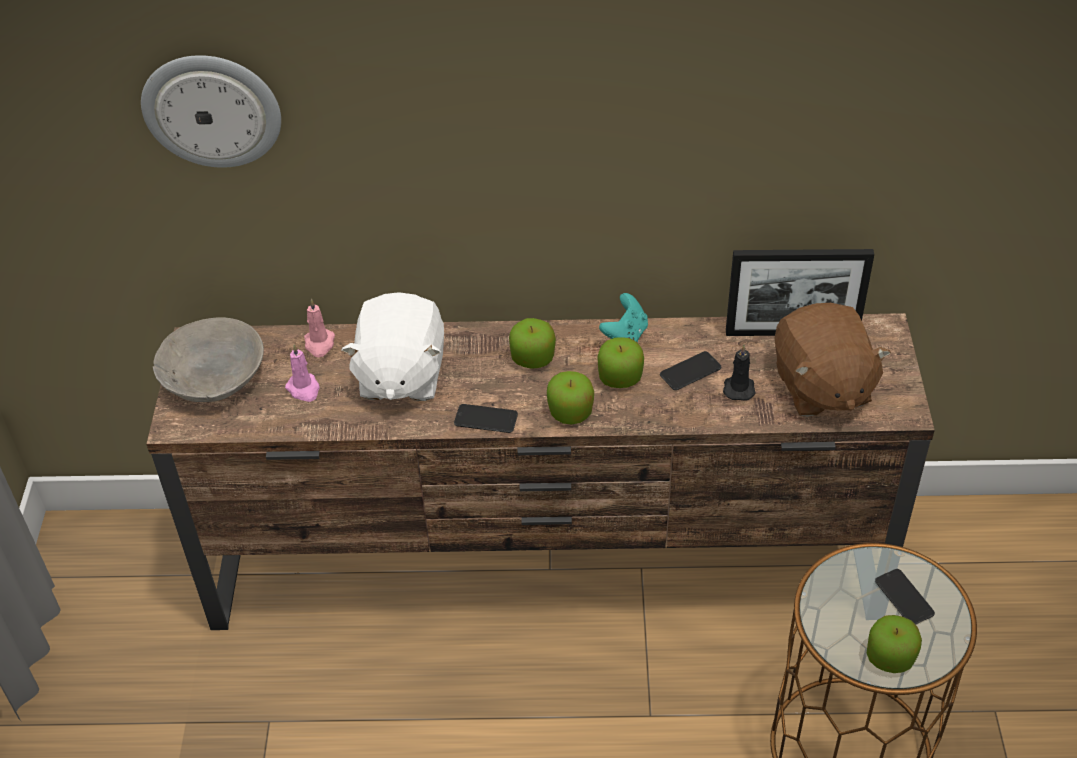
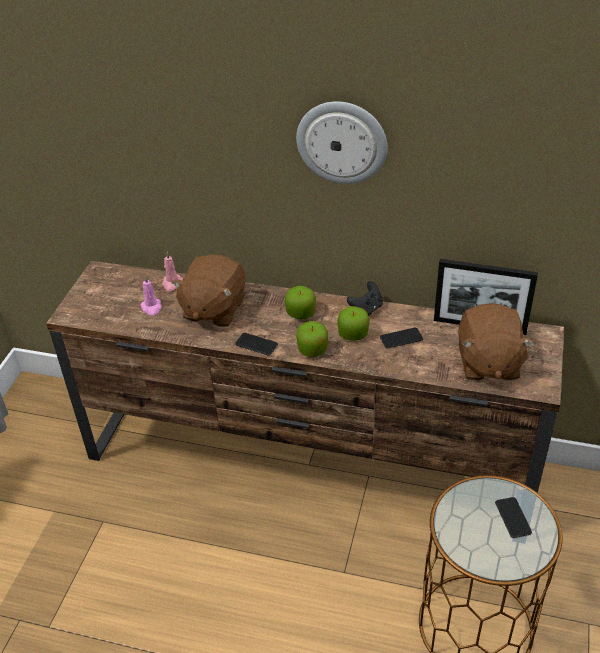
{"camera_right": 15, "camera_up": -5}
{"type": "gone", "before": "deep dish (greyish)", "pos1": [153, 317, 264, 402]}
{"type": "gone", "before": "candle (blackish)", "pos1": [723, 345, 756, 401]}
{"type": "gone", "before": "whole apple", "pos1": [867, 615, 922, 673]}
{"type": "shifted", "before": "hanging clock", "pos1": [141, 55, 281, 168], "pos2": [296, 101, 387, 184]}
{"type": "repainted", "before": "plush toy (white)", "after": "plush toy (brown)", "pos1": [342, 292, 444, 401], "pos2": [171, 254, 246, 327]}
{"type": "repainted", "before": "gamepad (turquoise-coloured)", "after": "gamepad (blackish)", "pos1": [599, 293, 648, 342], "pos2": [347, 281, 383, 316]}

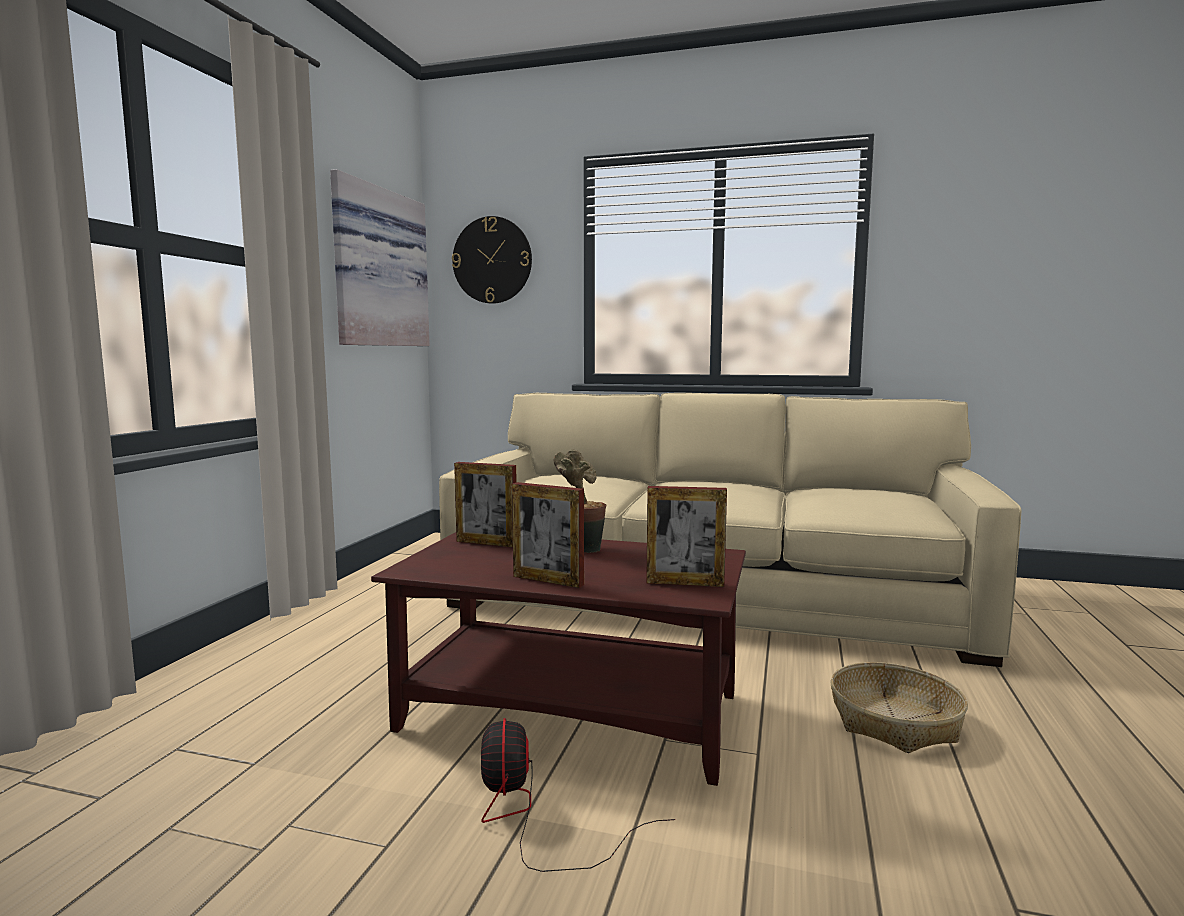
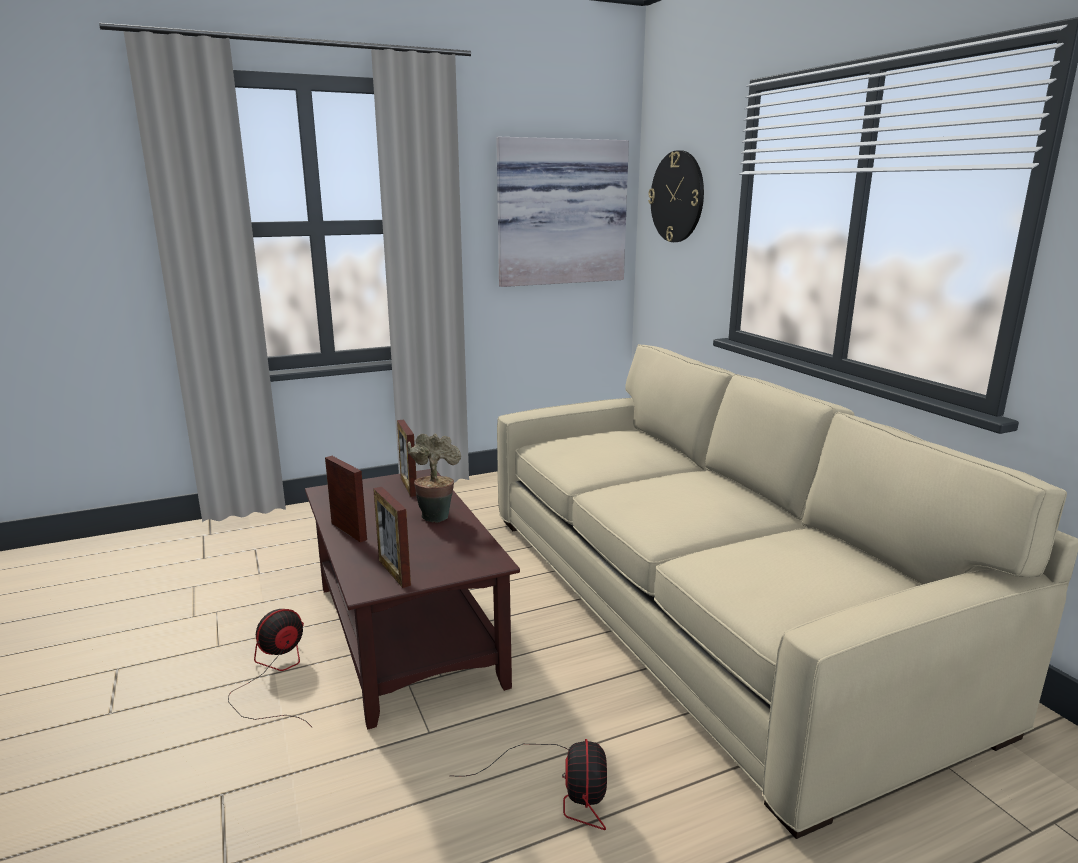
{"camera_right": 50, "camera_up": 10}
{"type": "swapped", "before": "storage basket", "after": "cooling fan", "pos1": [831, 662, 968, 753], "pos2": [461, 739, 607, 830]}
{"type": "rotated", "before": "standing frame", "pos1": [512, 482, 584, 588], "pos2": [325, 456, 367, 542], "turn": 150}

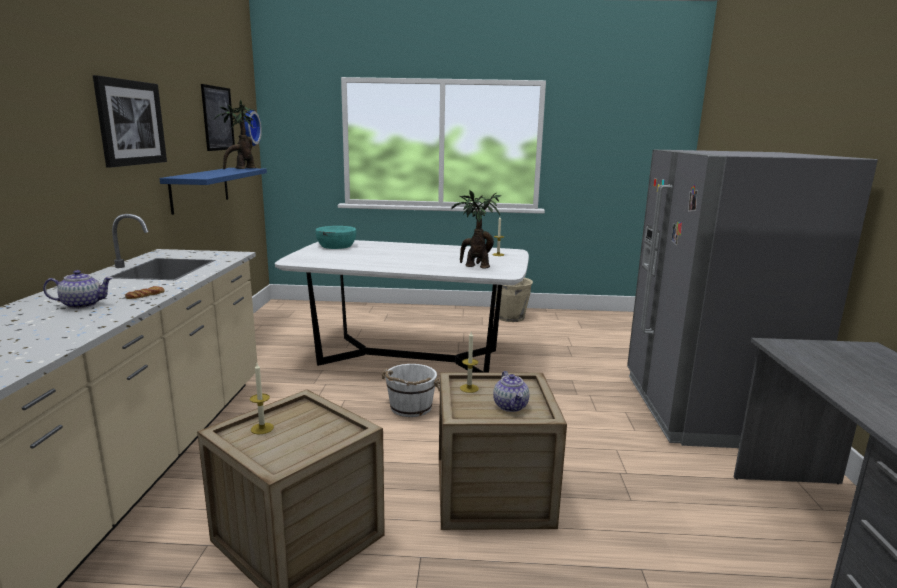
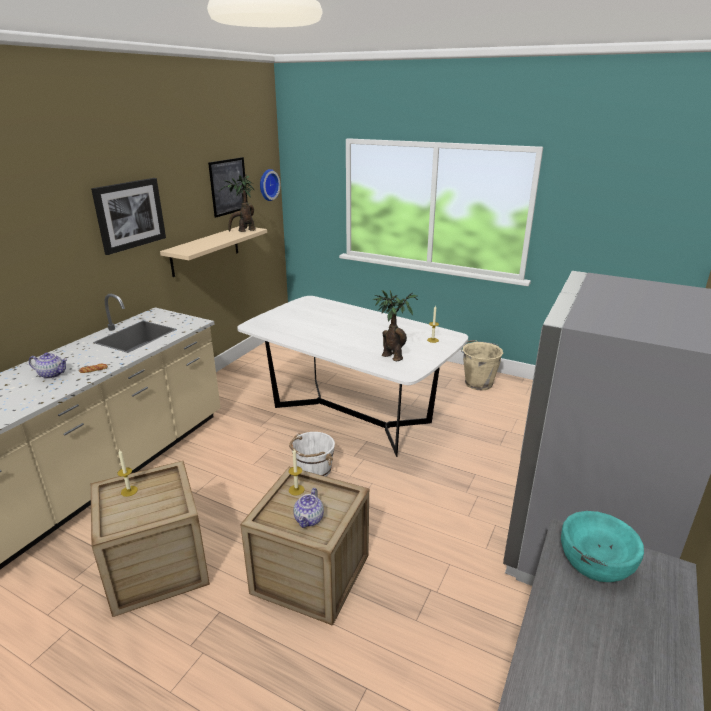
{"camera_right": 25, "camera_up": 10}
{"type": "shifted", "before": "deep dish (turquoise-coloured)", "pos1": [315, 226, 356, 249], "pos2": [561, 511, 644, 582]}
{"type": "repainted", "before": "shelf (blue-coloured)", "after": "shelf (beige-coloured)", "pos1": [159, 168, 267, 215], "pos2": [160, 226, 267, 277]}

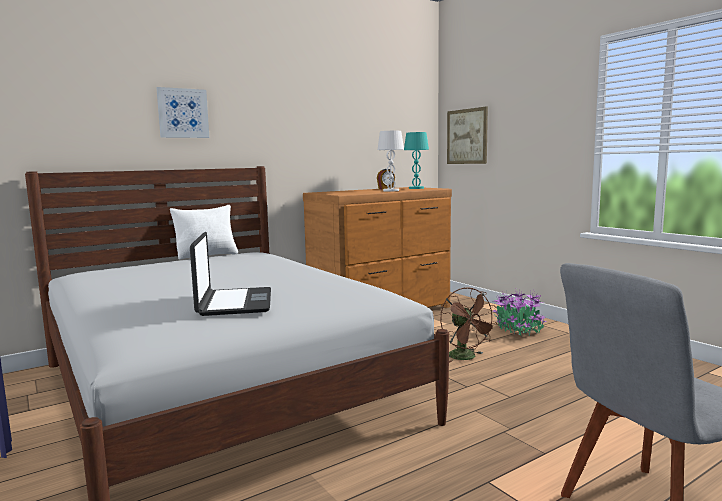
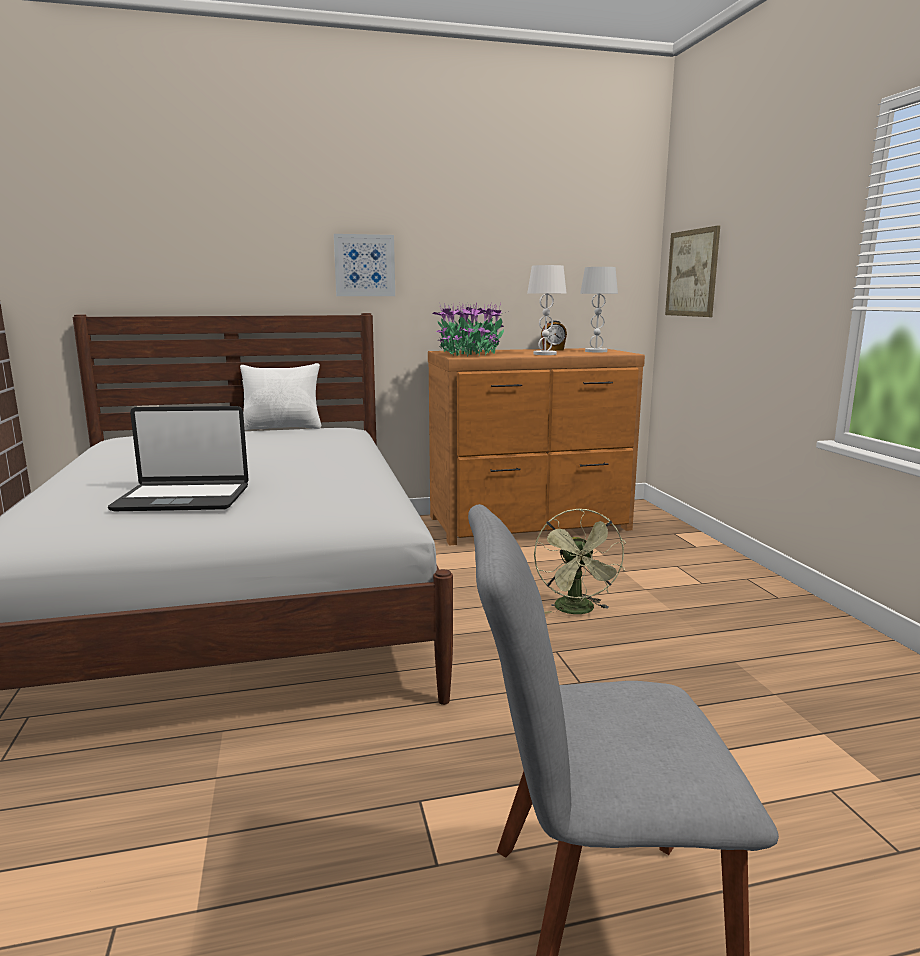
{"camera_right": 20, "camera_up": 5}
{"type": "shifted", "before": "wall art", "pos1": [156, 87, 209, 138], "pos2": [334, 234, 395, 296]}
{"type": "shifted", "before": "plant in a pot", "pos1": [493, 290, 547, 335], "pos2": [432, 302, 505, 356]}
{"type": "repainted", "before": "table lamp (turquoise-coloured)", "after": "table lamp (white)", "pos1": [404, 132, 429, 189], "pos2": [580, 267, 618, 353]}
{"type": "repainted", "before": "cooling fan (brown)", "after": "cooling fan (green-coloured)", "pos1": [440, 287, 498, 363], "pos2": [534, 508, 626, 614]}
{"type": "rotated", "before": "notebook computer", "pos1": [190, 232, 271, 316], "pos2": [108, 406, 249, 511], "turn": 75}

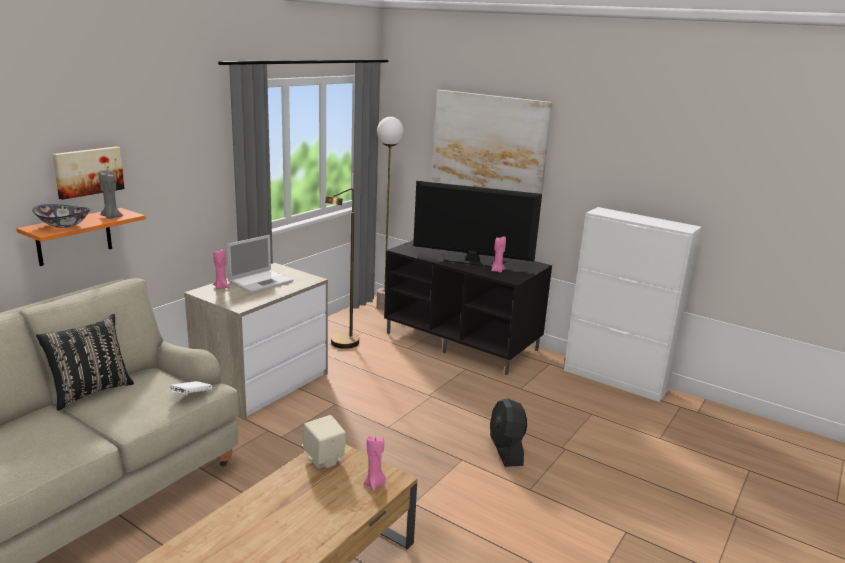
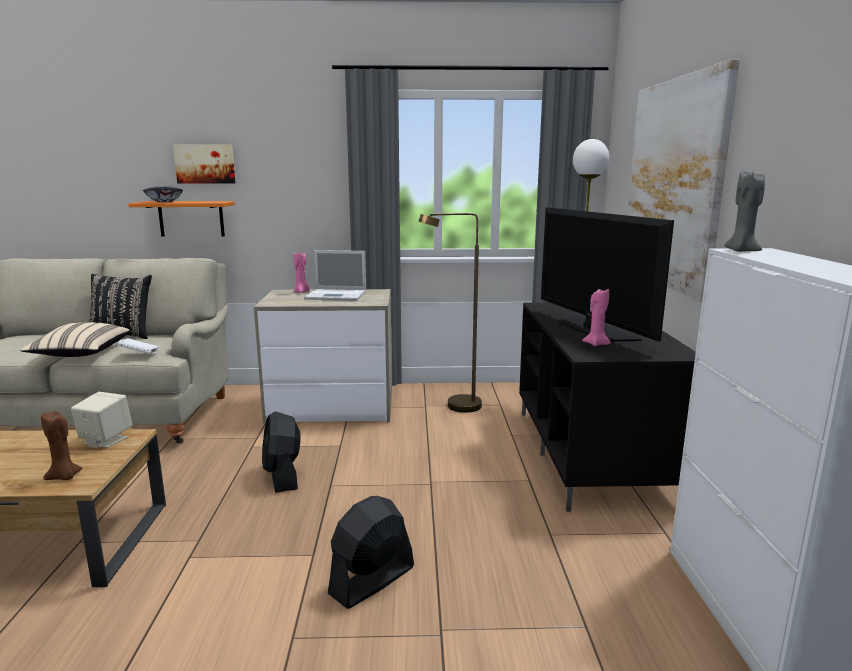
{"camera_right": 55, "camera_up": -5}
{"type": "new", "after": "throw pillow (beige-coloured)", "pos2": [20, 322, 130, 357]}
{"type": "new", "after": "cooling fan (blackish)", "pos2": [262, 411, 301, 493]}
{"type": "shifted", "before": "candle (greyish)", "pos1": [99, 170, 123, 219], "pos2": [724, 169, 765, 252]}
{"type": "repainted", "before": "candle (pink)", "after": "candle (brown)", "pos1": [364, 436, 386, 491], "pos2": [41, 411, 82, 480]}

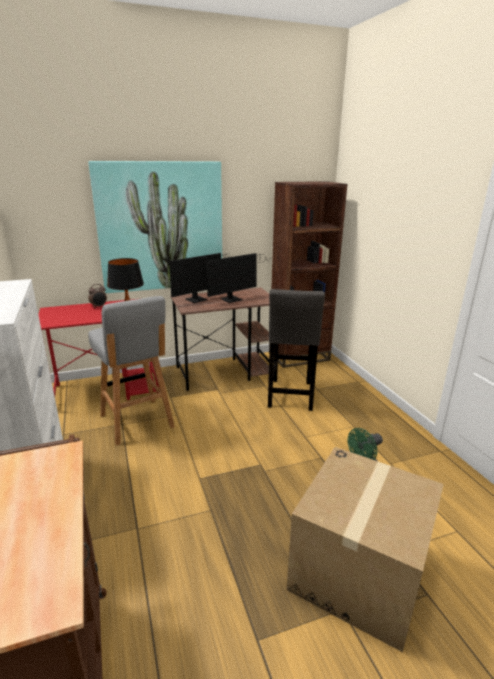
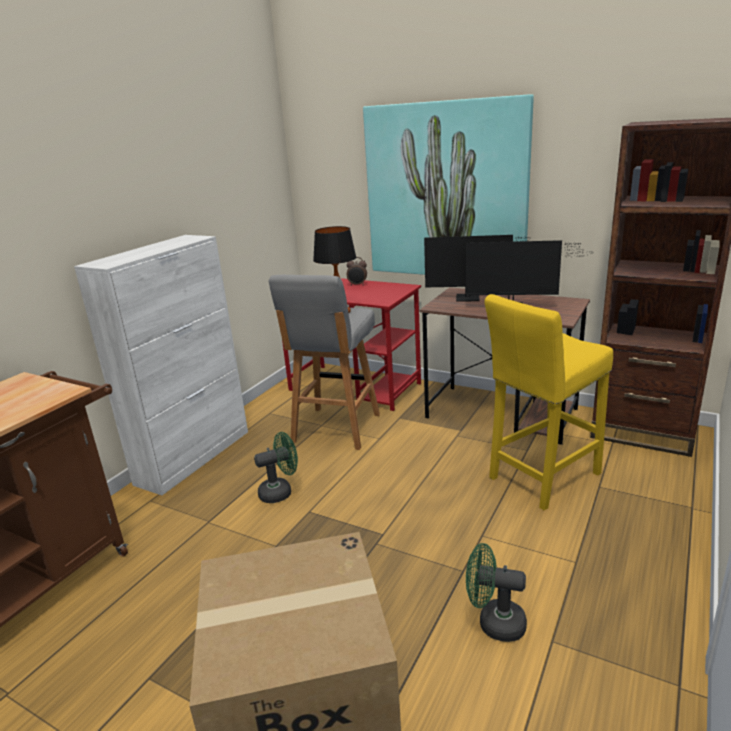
{"camera_right": 50, "camera_up": 0}
{"type": "new", "after": "cooling fan (green-coloured)", "pos2": [254, 432, 298, 503]}
{"type": "repainted", "before": "sitting stool (greyish)", "after": "sitting stool (yellow)", "pos1": [268, 289, 325, 411], "pos2": [485, 294, 613, 511]}

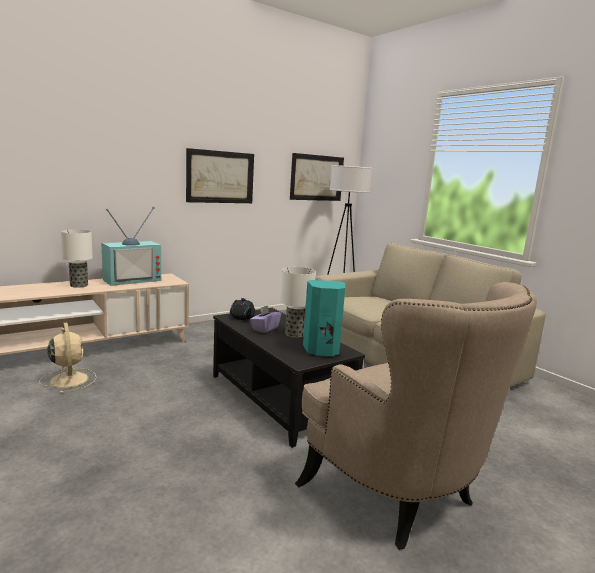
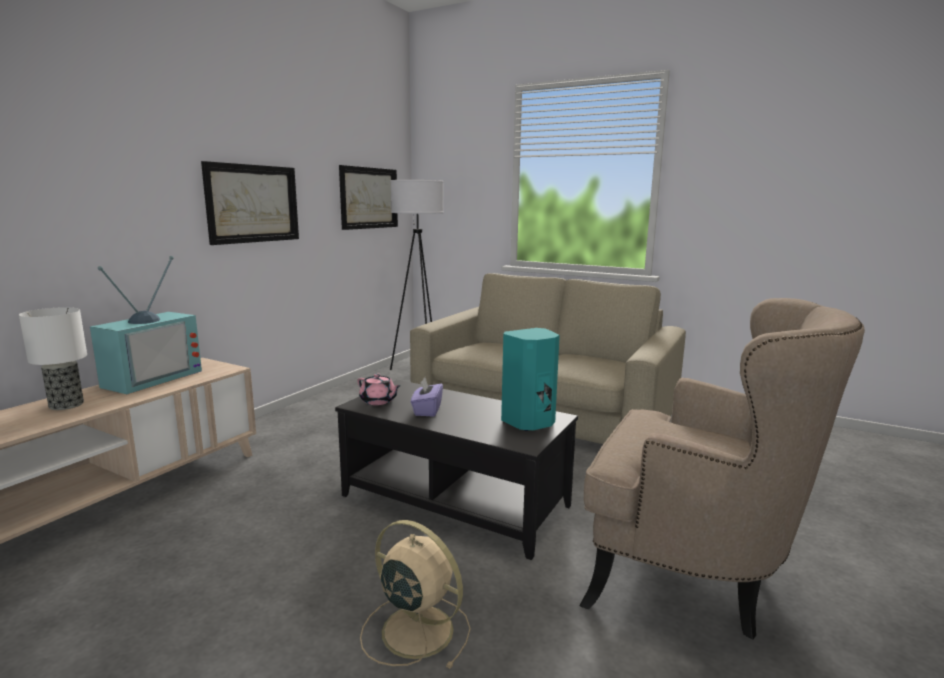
{"camera_right": -25, "camera_up": 0}
{"type": "gone", "before": "table lamp", "pos1": [281, 267, 316, 338]}
{"type": "shifted", "before": "cooling fan (beige-coloured)", "pos1": [39, 323, 97, 393], "pos2": [360, 520, 471, 669]}
{"type": "repainted", "before": "tea pot (blackish)", "after": "tea pot (pink)", "pos1": [230, 298, 255, 320], "pos2": [357, 374, 401, 405]}

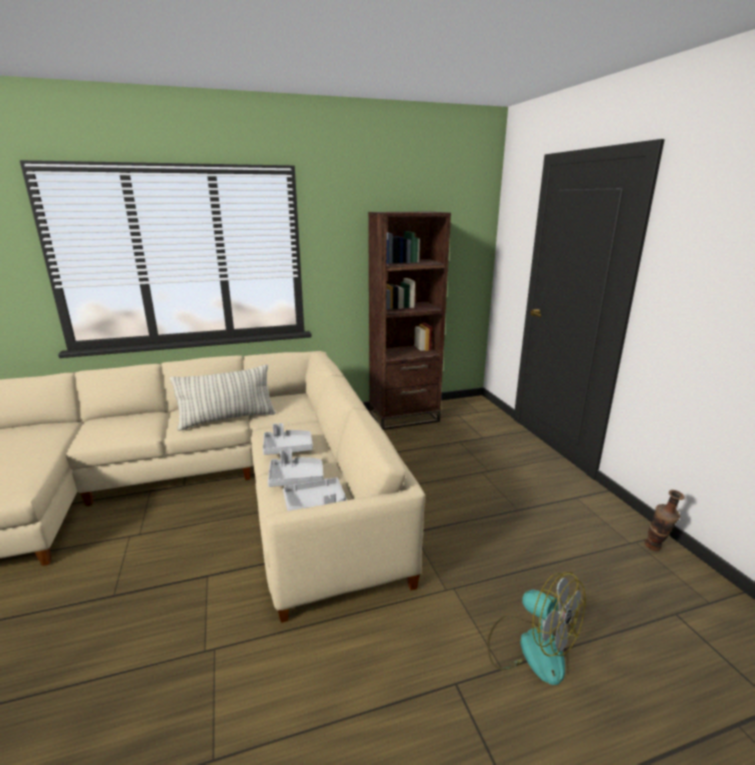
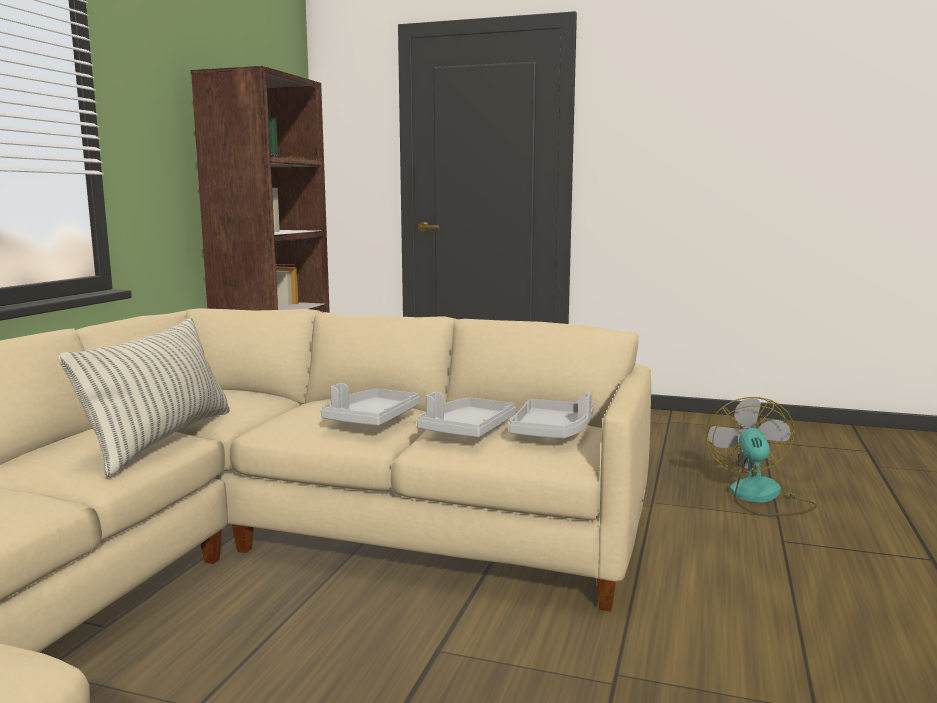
{"camera_right": -55, "camera_up": -10}
{"type": "gone", "before": "vase", "pos1": [645, 490, 685, 551]}
{"type": "rotated", "before": "cooling fan", "pos1": [487, 572, 585, 685], "pos2": [706, 397, 817, 516], "turn": -75}

